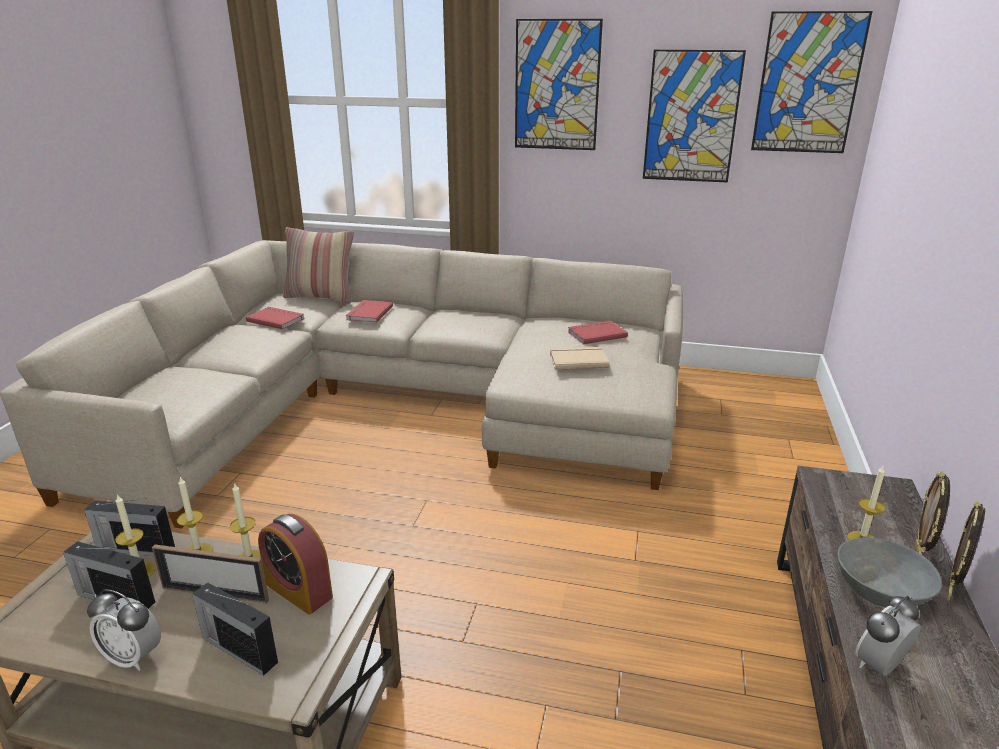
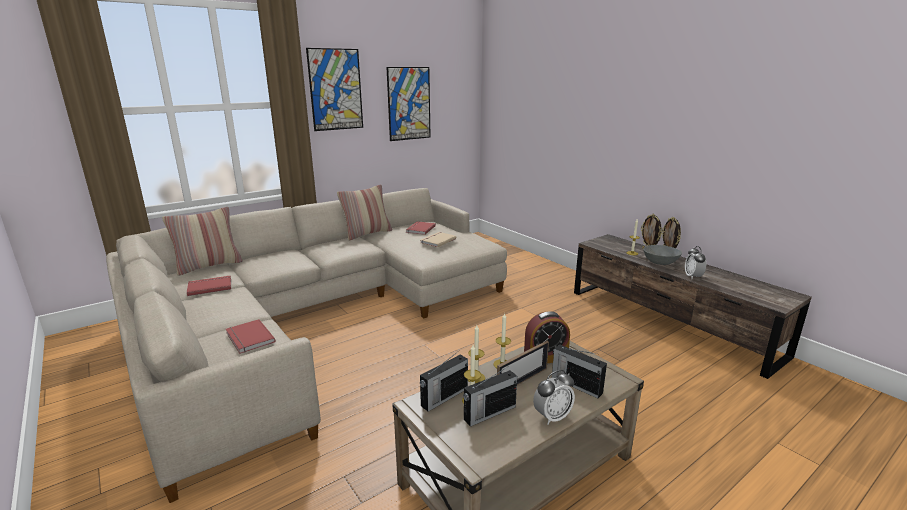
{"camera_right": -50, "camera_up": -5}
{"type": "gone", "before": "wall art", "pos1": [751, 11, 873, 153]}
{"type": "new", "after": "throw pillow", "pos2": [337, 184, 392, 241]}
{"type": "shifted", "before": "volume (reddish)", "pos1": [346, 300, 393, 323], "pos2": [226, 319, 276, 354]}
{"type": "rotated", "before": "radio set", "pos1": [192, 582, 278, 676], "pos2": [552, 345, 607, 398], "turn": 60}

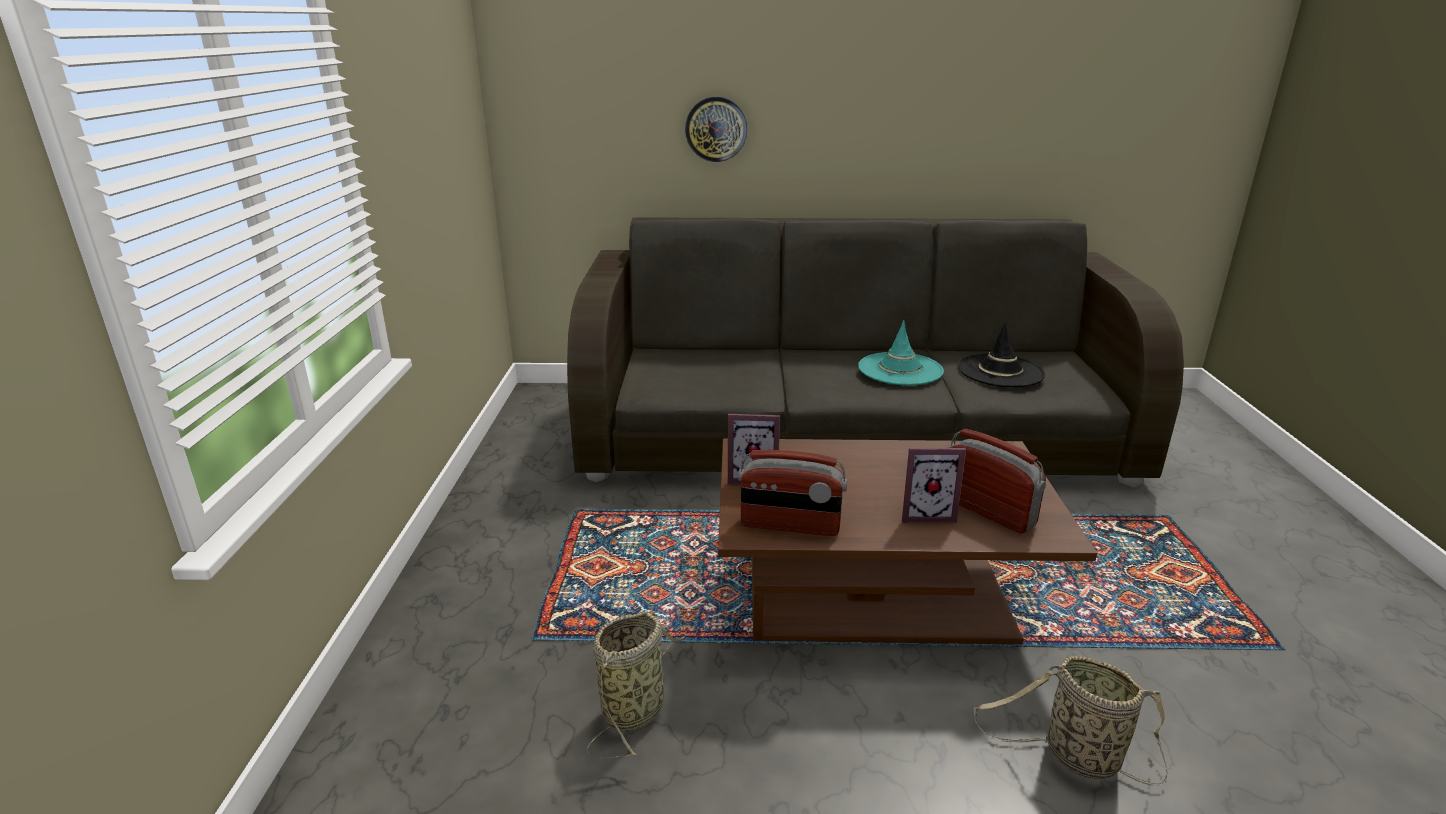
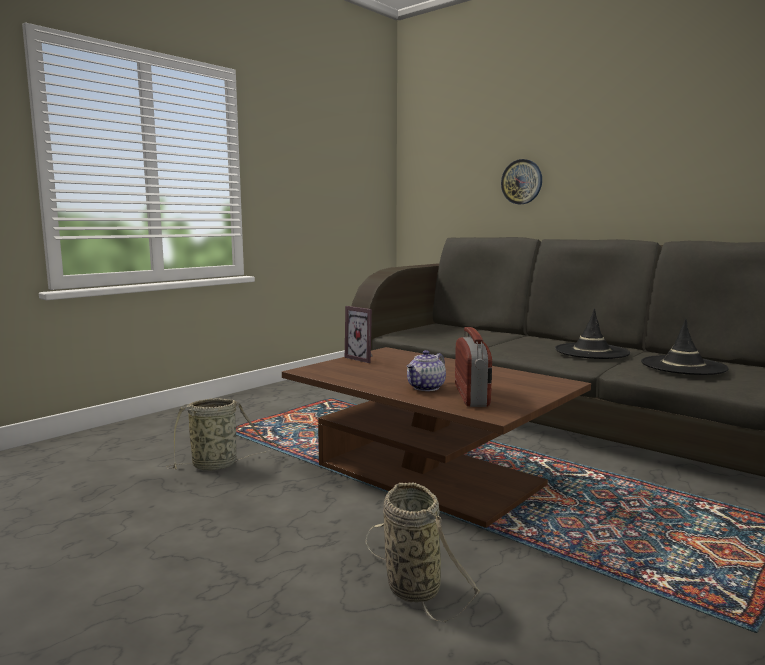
{"camera_right": 40, "camera_up": -15}
{"type": "gone", "before": "radio set", "pos1": [738, 450, 847, 536]}
{"type": "swapped", "before": "standing frame", "after": "tea pot", "pos1": [902, 448, 966, 523], "pos2": [407, 350, 446, 391]}
{"type": "repainted", "before": "hat (turquoise-coloured)", "after": "hat (blackish)", "pos1": [858, 320, 944, 385], "pos2": [555, 308, 630, 359]}

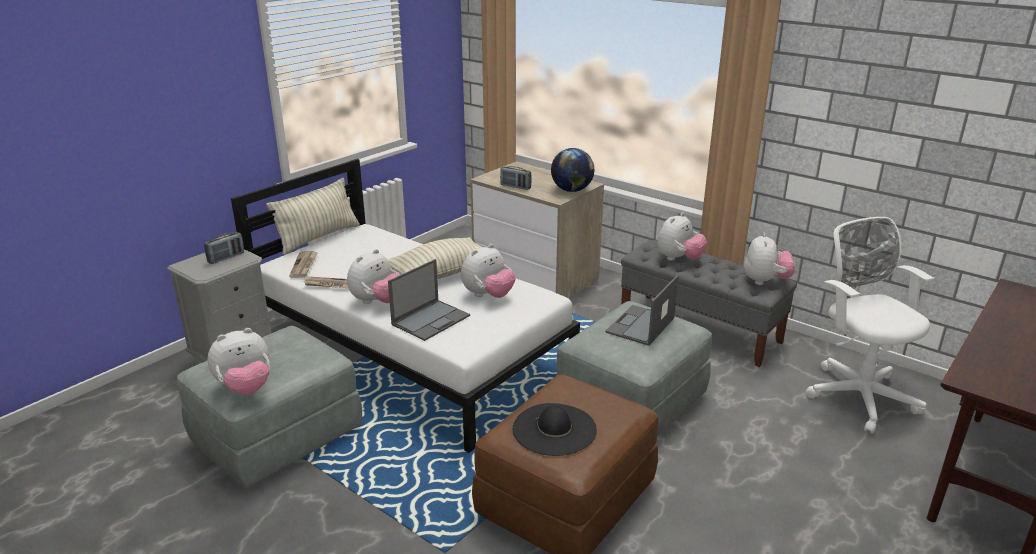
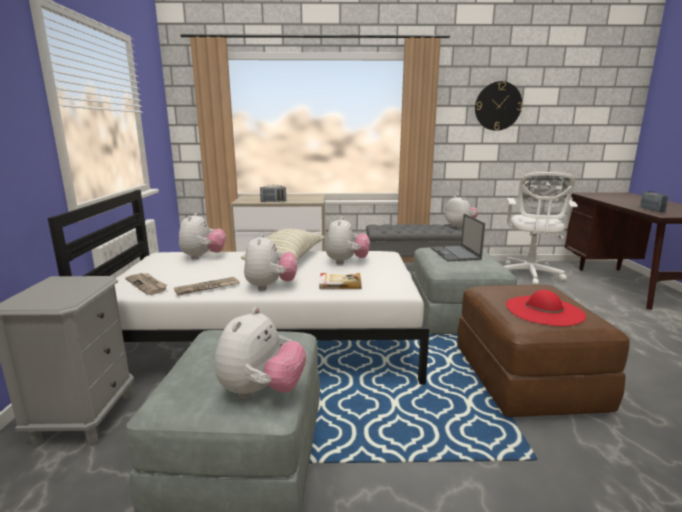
{"camera_right": -40, "camera_up": -10}
{"type": "gone", "before": "throw pillow", "pos1": [266, 178, 360, 255]}
{"type": "gone", "before": "desk globe", "pos1": [551, 148, 594, 192]}
{"type": "new", "after": "hanging clock", "pos2": [475, 81, 522, 131]}
{"type": "shifted", "before": "radio set", "pos1": [204, 232, 244, 264], "pos2": [640, 191, 669, 212]}
{"type": "shifted", "before": "plush toy", "pos1": [657, 212, 707, 261], "pos2": [179, 212, 226, 259]}
{"type": "swapped", "before": "notebook computer", "after": "volume", "pos1": [388, 259, 470, 341], "pos2": [319, 273, 361, 289]}
{"type": "repainted", "before": "hat (blackish)", "after": "hat (reddish)", "pos1": [513, 403, 597, 456], "pos2": [506, 290, 586, 326]}
{"type": "rotated", "before": "computer chair (white)", "pos1": [805, 217, 934, 434], "pos2": [504, 172, 578, 285], "turn": -105}

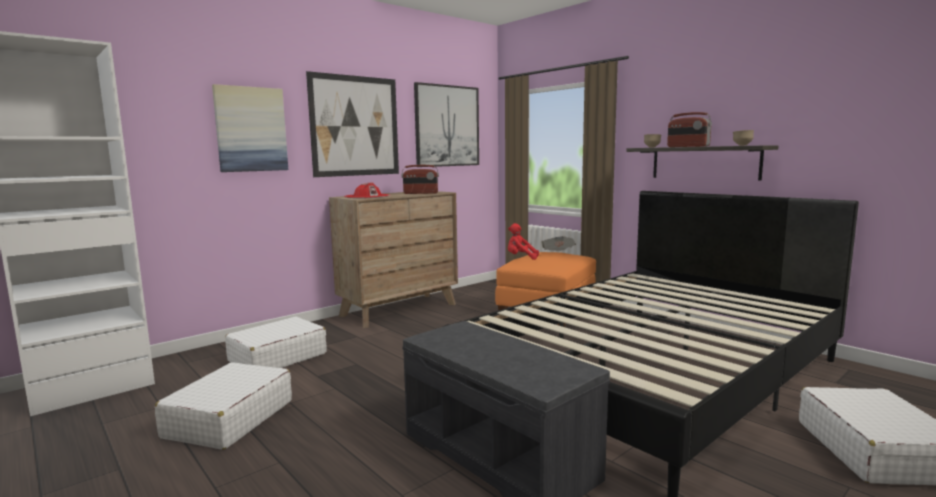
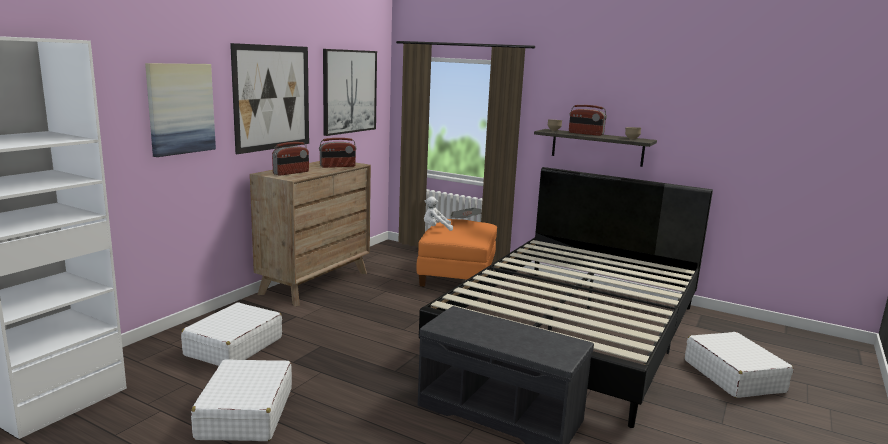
{"camera_right": -20, "camera_up": 5}
{"type": "swapped", "before": "hat (reddish)", "after": "radio set", "pos1": [344, 182, 390, 198], "pos2": [272, 142, 309, 176]}
{"type": "repainted", "before": "plush toy (reddish)", "after": "plush toy (white)", "pos1": [508, 223, 539, 260], "pos2": [424, 196, 453, 231]}

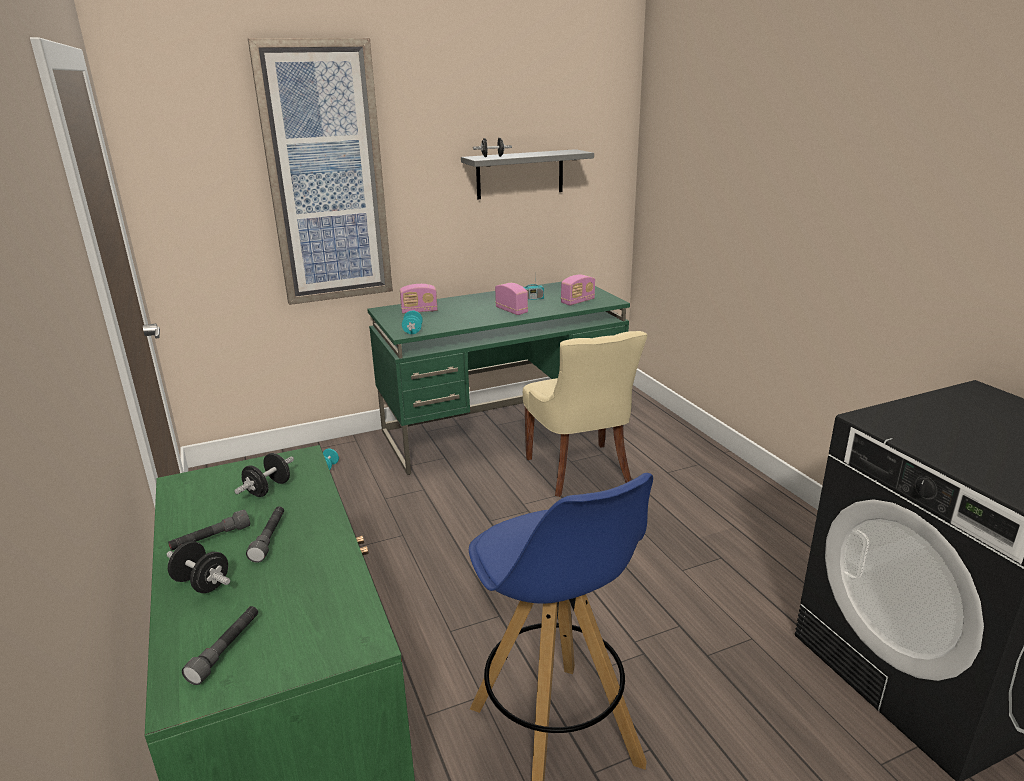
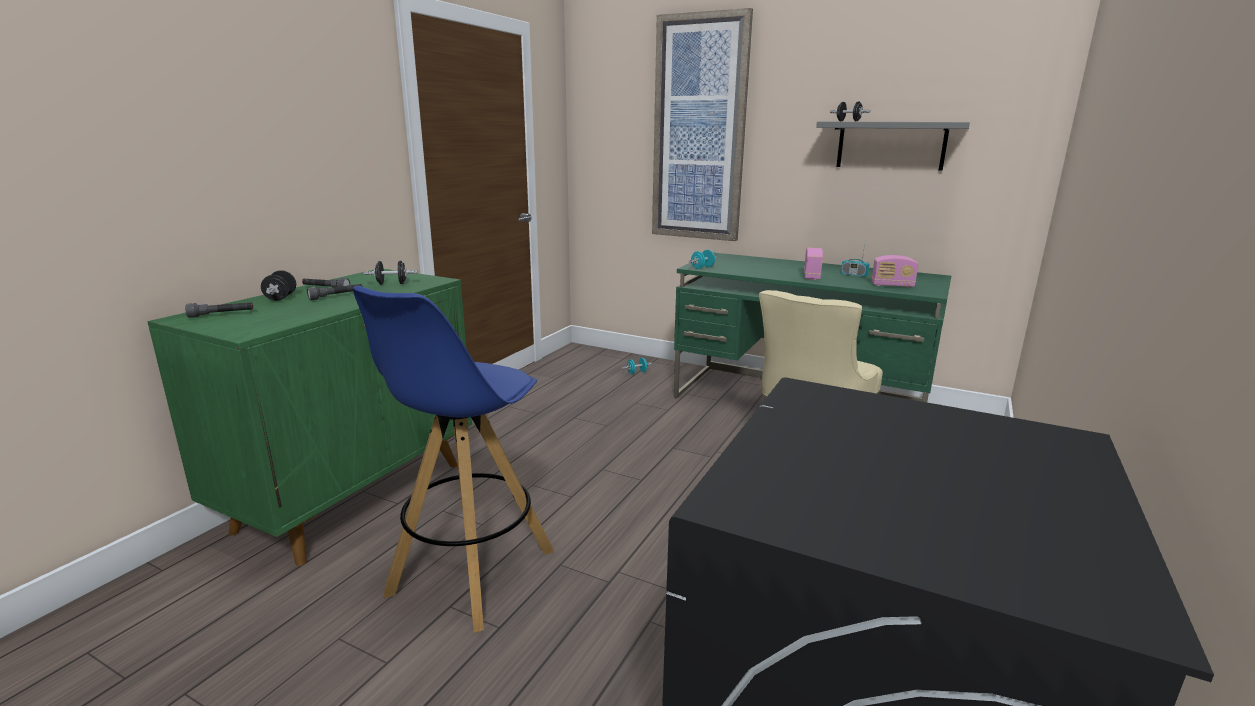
{"camera_right": 50, "camera_up": -5}
{"type": "gone", "before": "radio set", "pos1": [400, 284, 438, 314]}

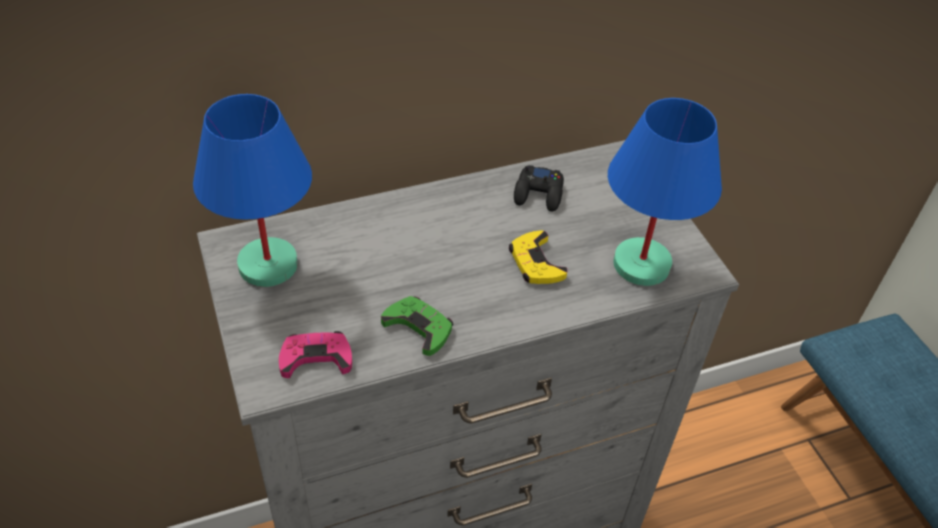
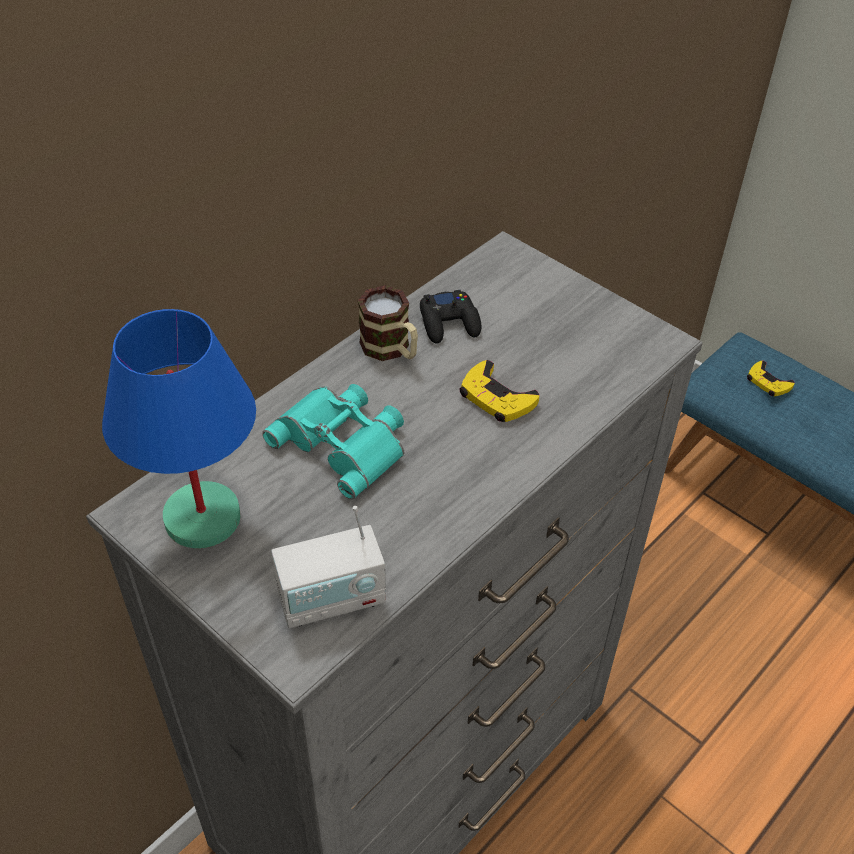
{"camera_right": -25, "camera_up": 0}
{"type": "gone", "before": "gamepad (green-coloured)", "pos1": [381, 296, 453, 356]}
{"type": "gone", "before": "table lamp (blue-coloured)", "pos1": [608, 98, 722, 286]}
{"type": "new", "after": "pair of binoculars (turquoise-coloured)", "pos2": [262, 384, 404, 499]}
{"type": "new", "after": "tea mug", "pos2": [358, 285, 418, 361]}
{"type": "new", "after": "gamepad (yellow)", "pos2": [747, 360, 795, 396]}
{"type": "swapped", "before": "gamepad (pink)", "after": "radio set", "pos1": [279, 331, 352, 378], "pos2": [271, 506, 386, 628]}

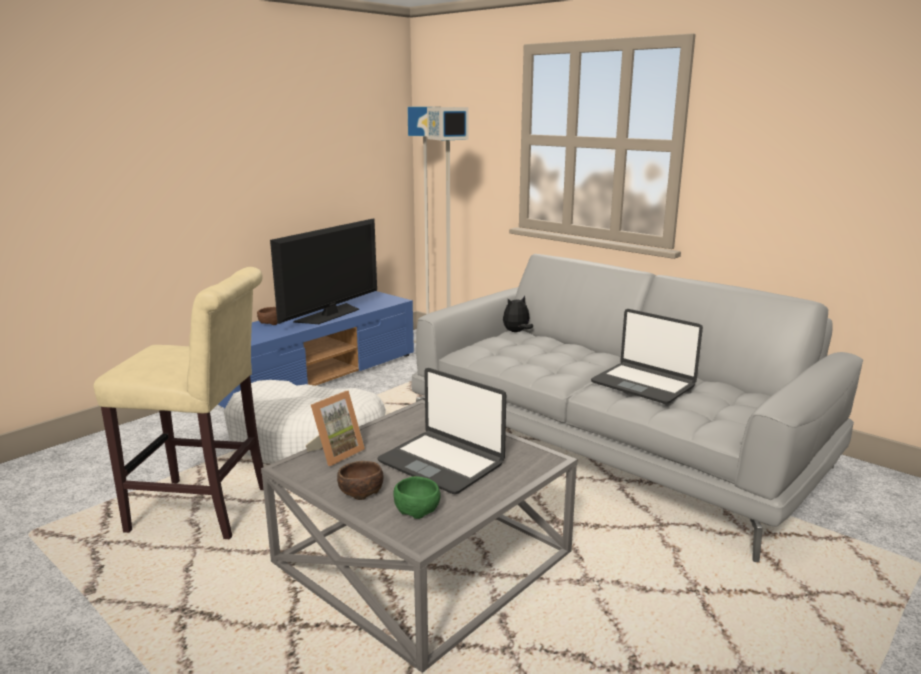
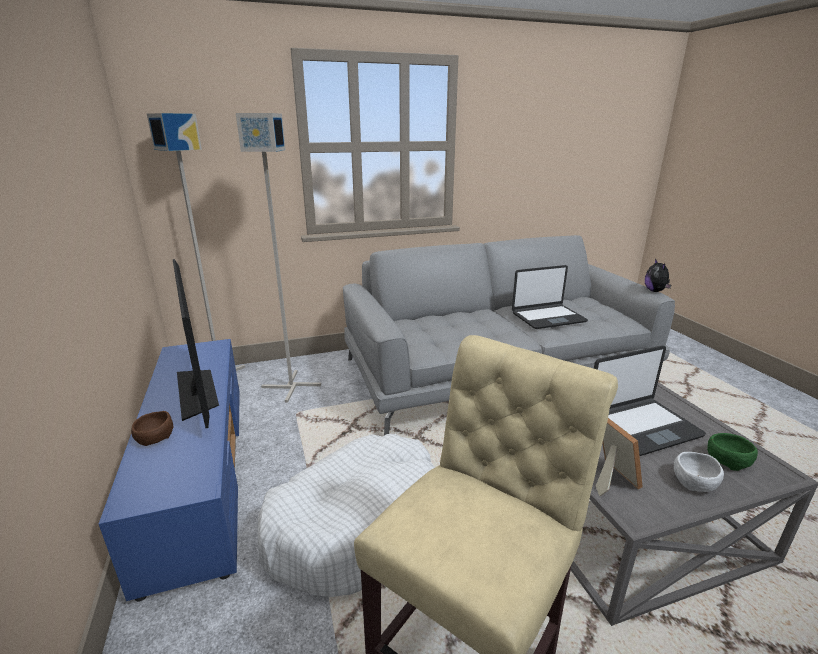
{"camera_right": -60, "camera_up": 5}
{"type": "shifted", "before": "plush toy", "pos1": [503, 296, 533, 332], "pos2": [645, 259, 671, 292]}
{"type": "repainted", "before": "deep dish (brown)", "after": "deep dish (white)", "pos1": [337, 461, 384, 500], "pos2": [674, 452, 724, 492]}

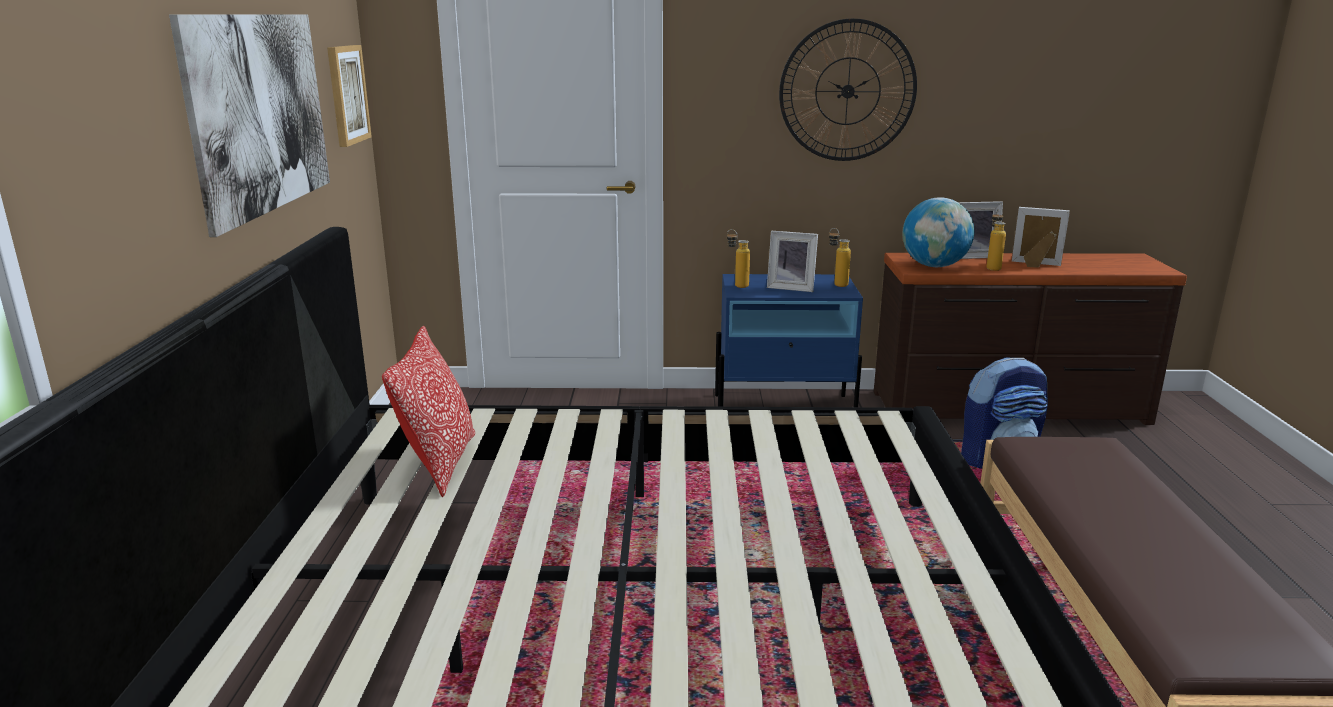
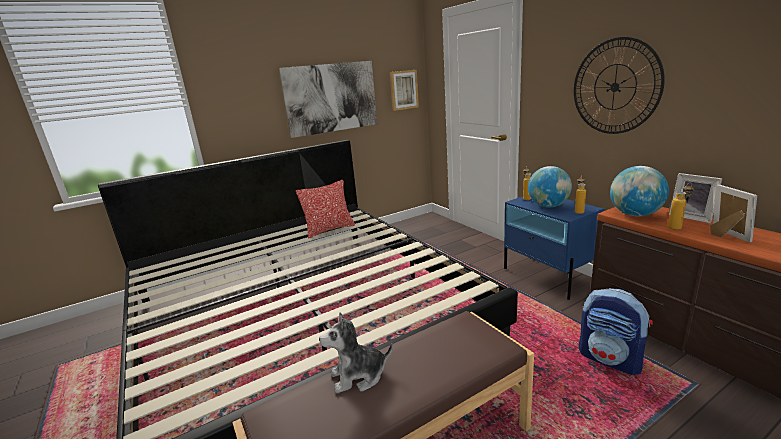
{"camera_right": 60, "camera_up": 0}
{"type": "new", "after": "plush toy", "pos2": [319, 312, 393, 393]}
{"type": "swapped", "before": "standing frame", "after": "desk globe", "pos1": [767, 231, 818, 292], "pos2": [528, 166, 572, 208]}

